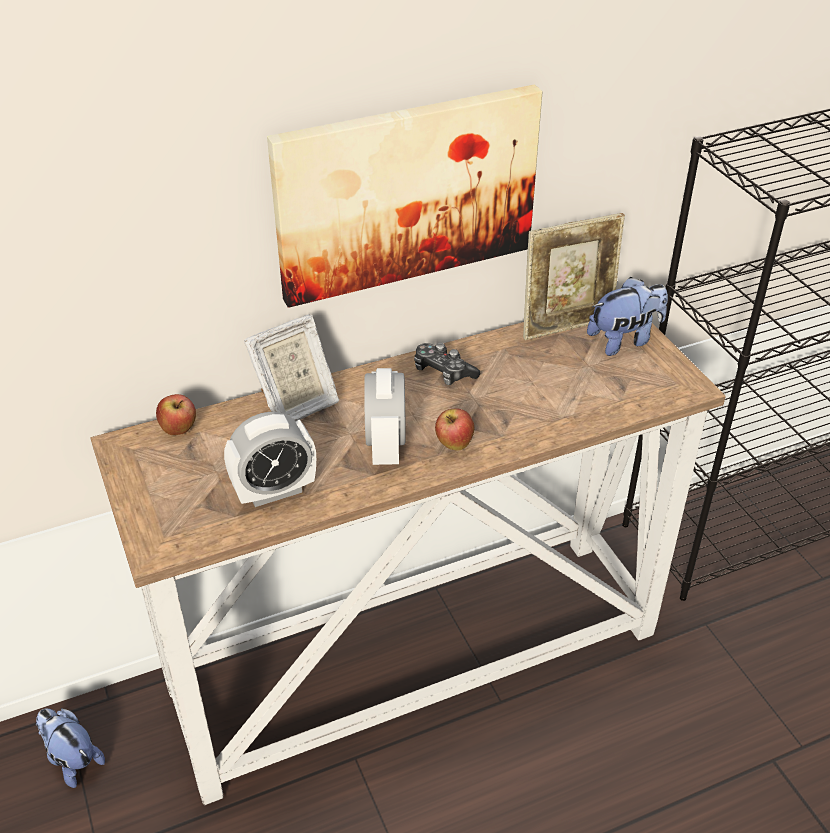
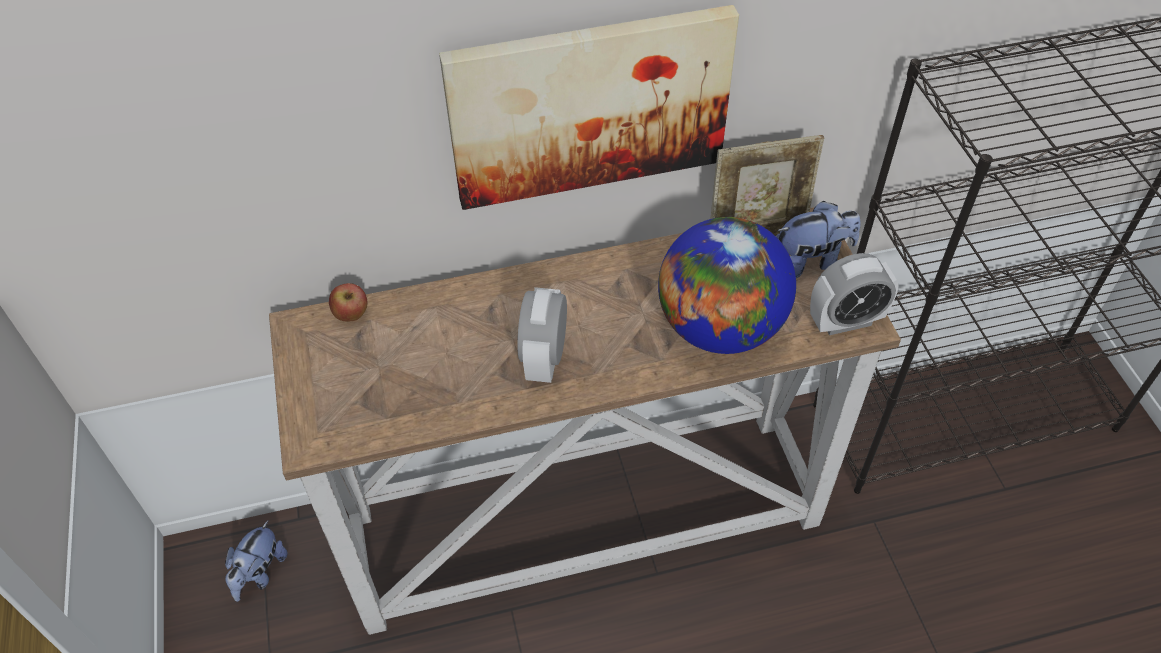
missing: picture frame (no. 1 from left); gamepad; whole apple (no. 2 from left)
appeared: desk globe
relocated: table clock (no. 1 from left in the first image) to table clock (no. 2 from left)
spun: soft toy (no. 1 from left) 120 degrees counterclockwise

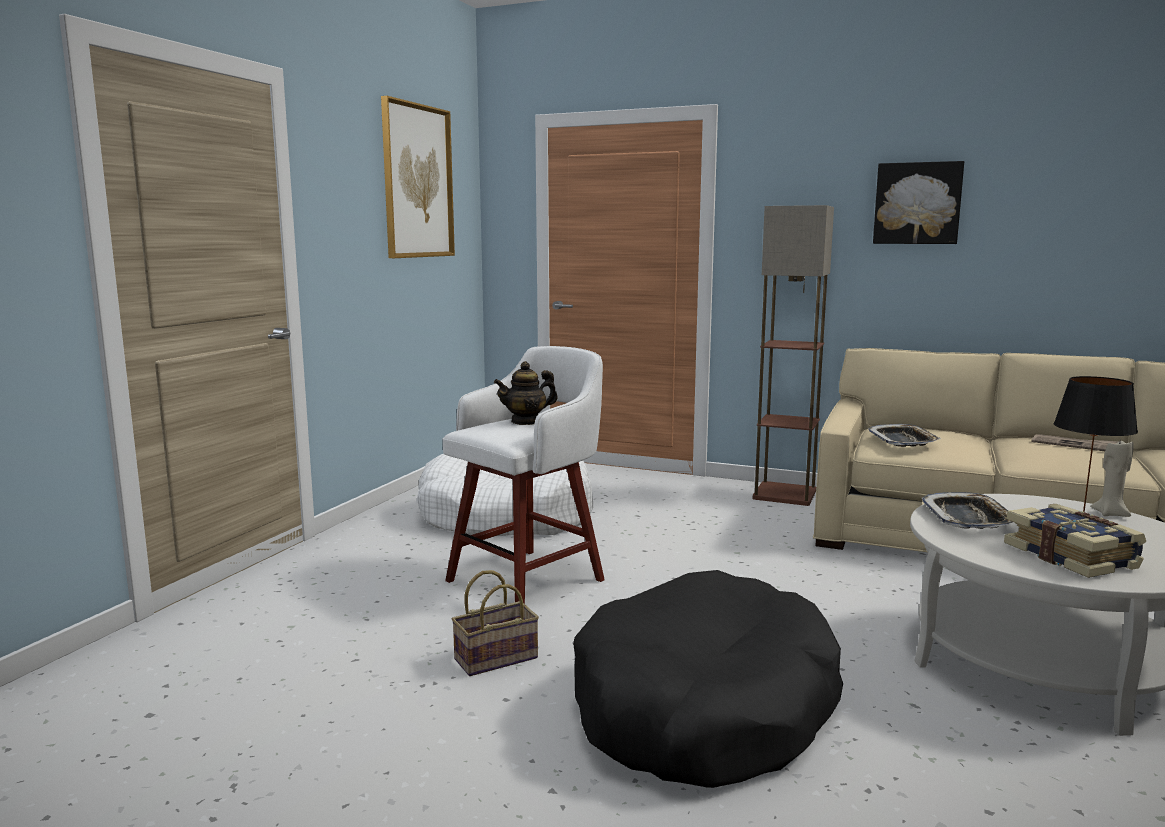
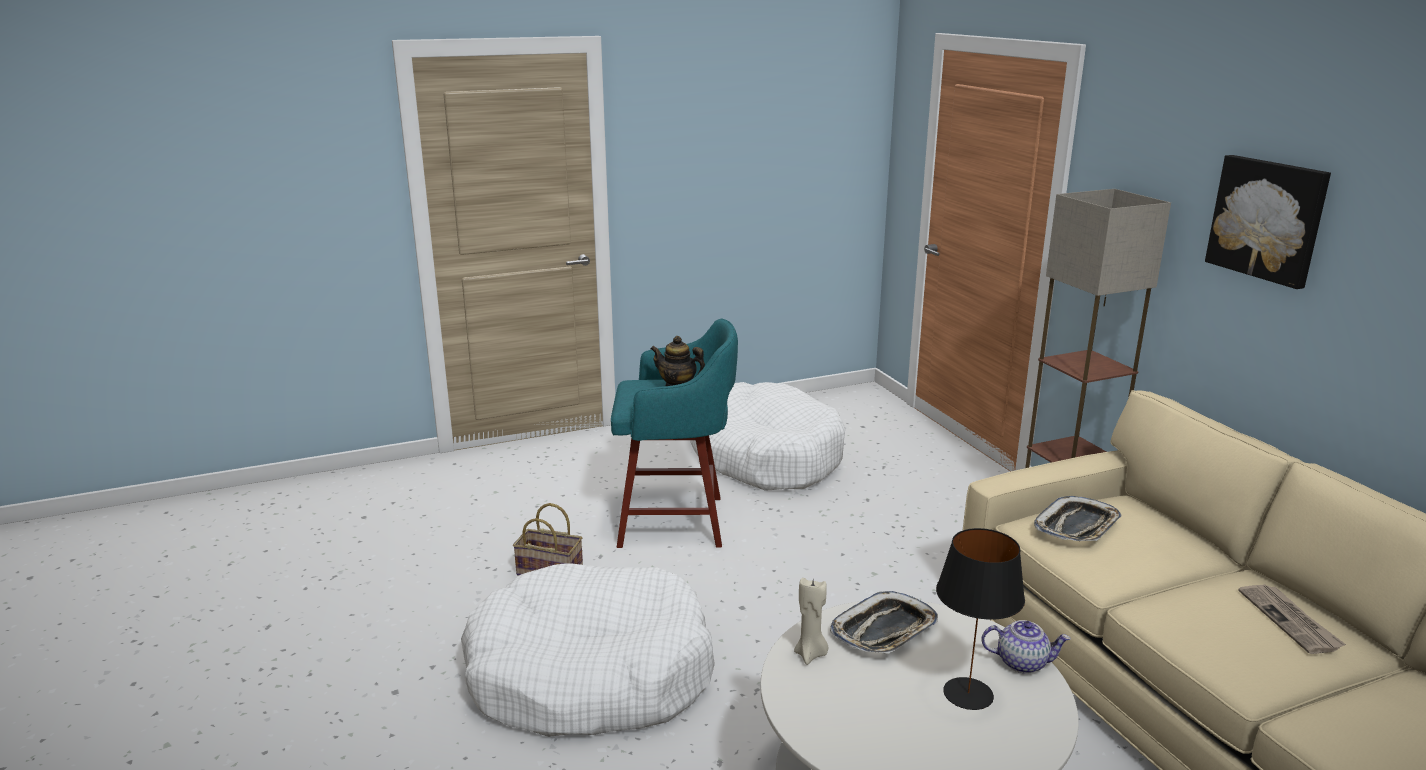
missing: picture (no. 1 from left); bound book
appeared: tea pot (no. 2 from left)
relocated: candle/beige
colour: stool/white to stool/turquoise-coloured; pet bed/black to pet bed/white (no. 1 from left)

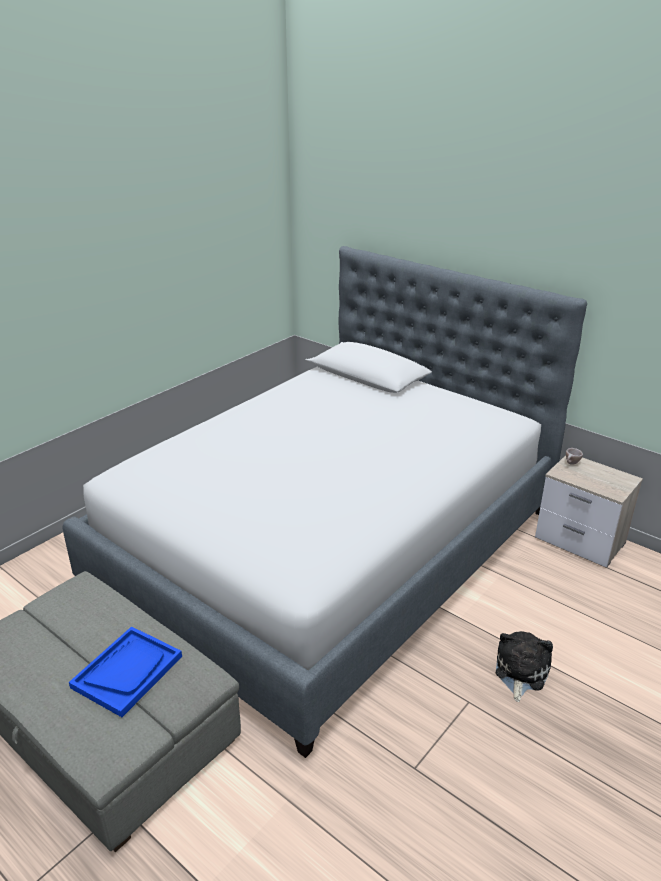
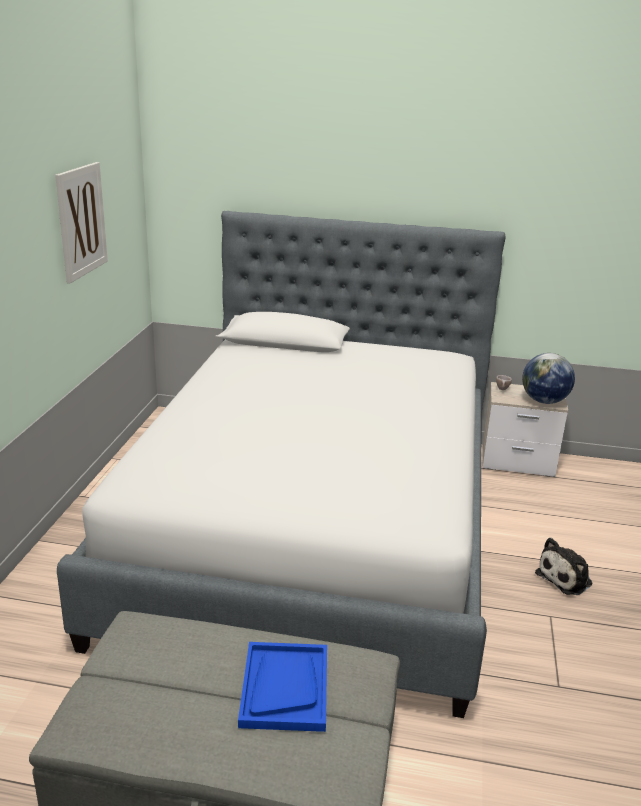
appeared: picture; desk globe
spun: soft toy 120 degrees counterclockwise

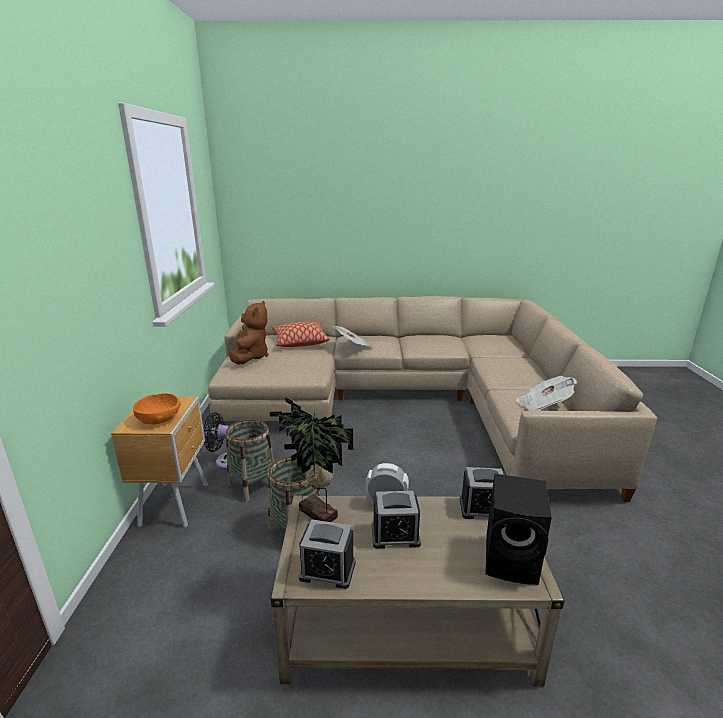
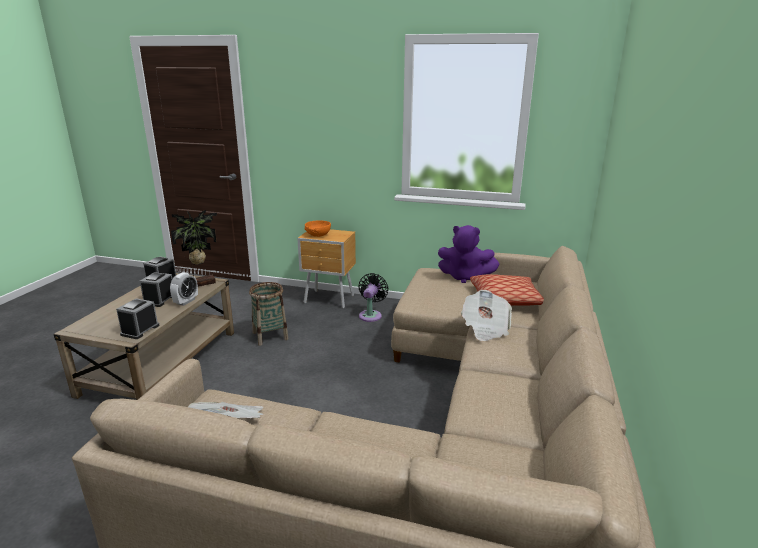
missing: household basket (no. 1 from left); loudspeaker/black
colour: soft toy/brownish to soft toy/purple-coloured

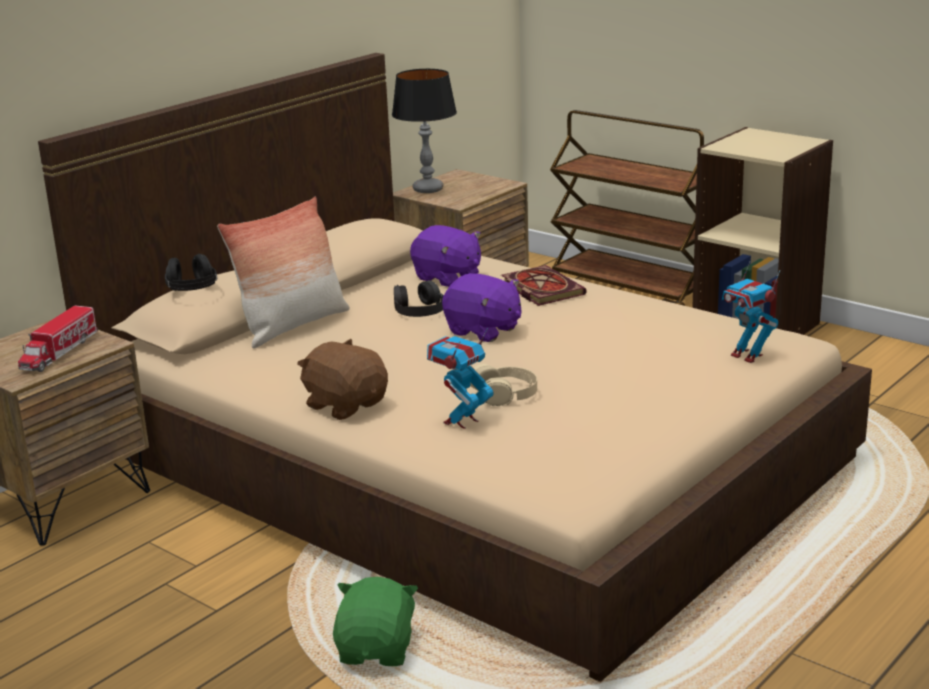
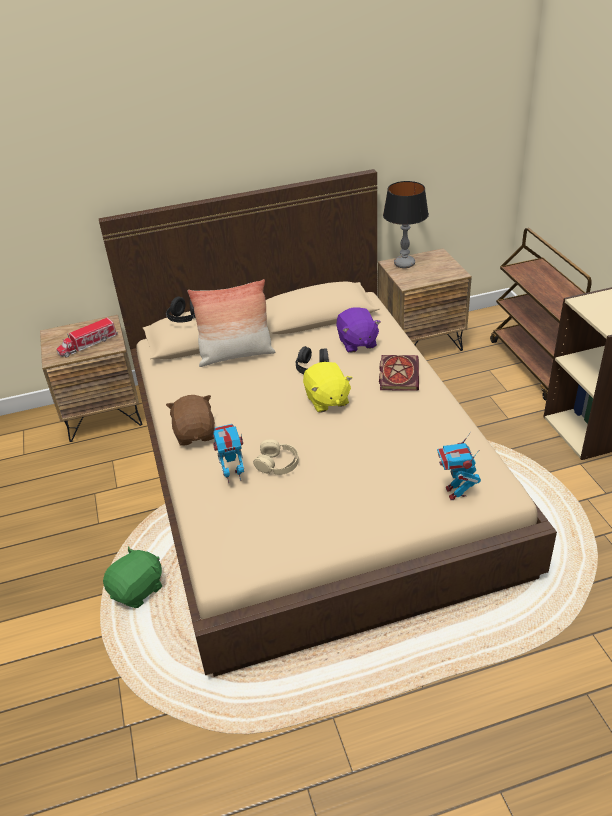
colour: soft toy/purple-coloured (no. 2 from left) to soft toy/yellow

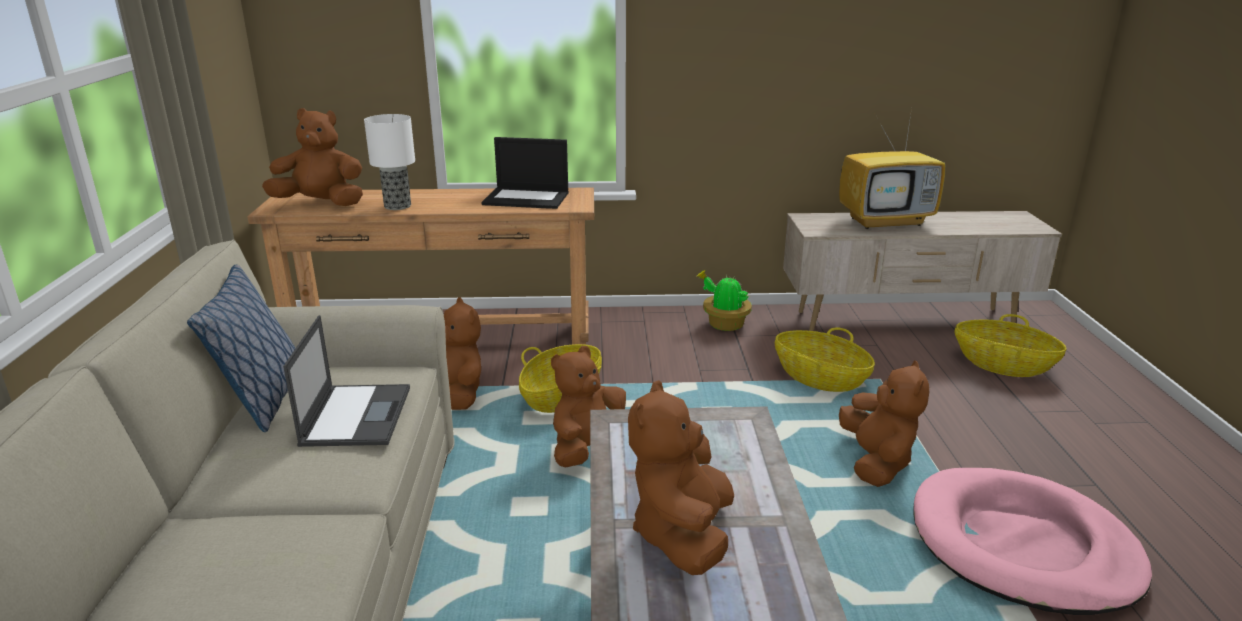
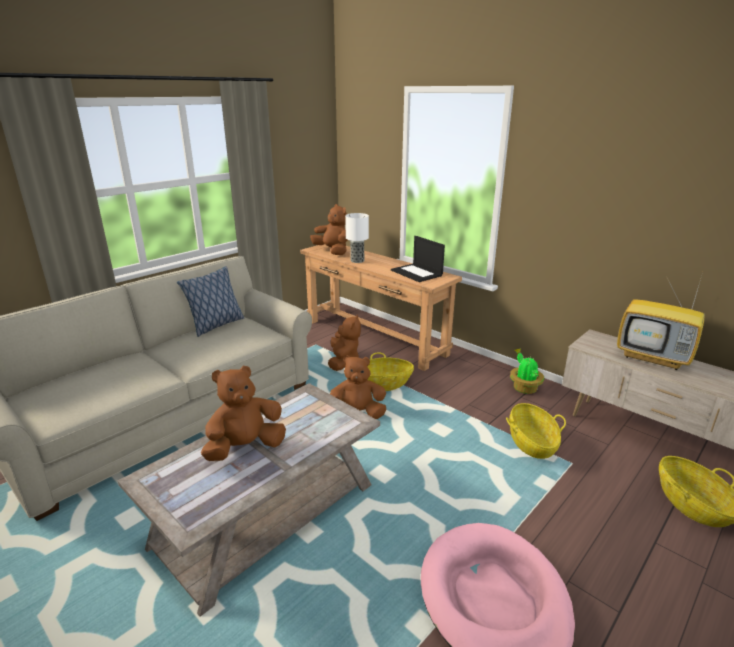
missing: laptop (no. 1 from left); soft toy/brownish (no. 5 from left)

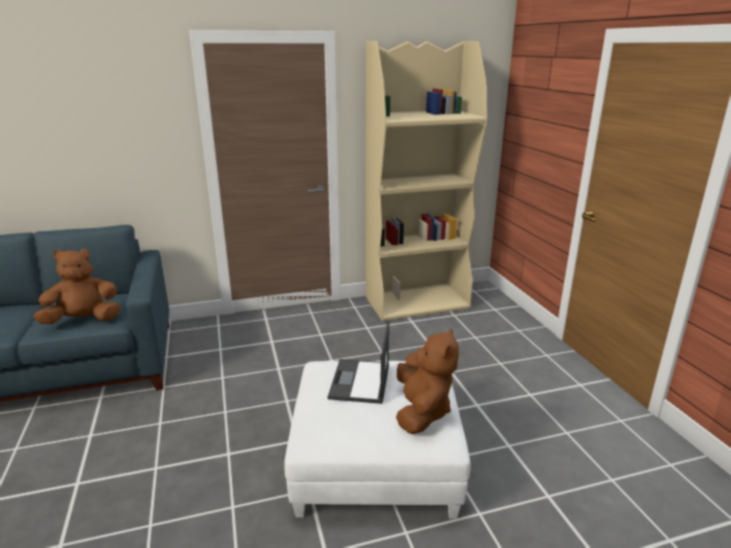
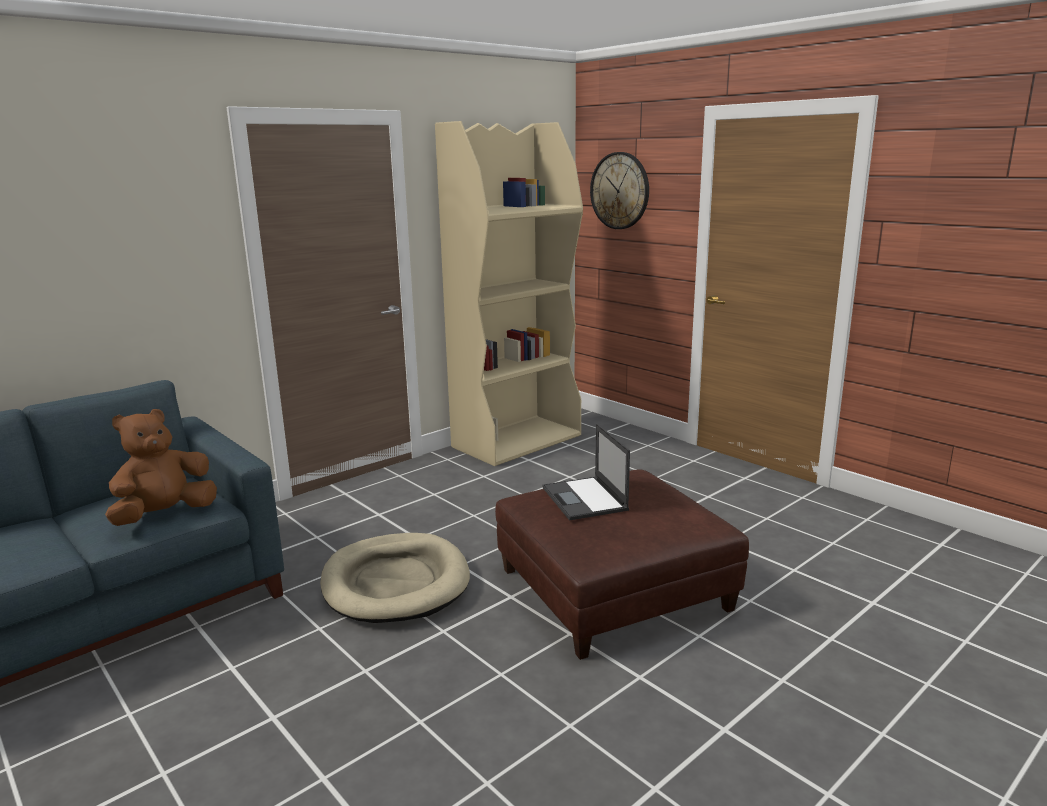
missing: soft toy/brownish (no. 2 from left)
appeared: wall clock; pet bed/beige
colour: ottoman/white to ottoman/brownish

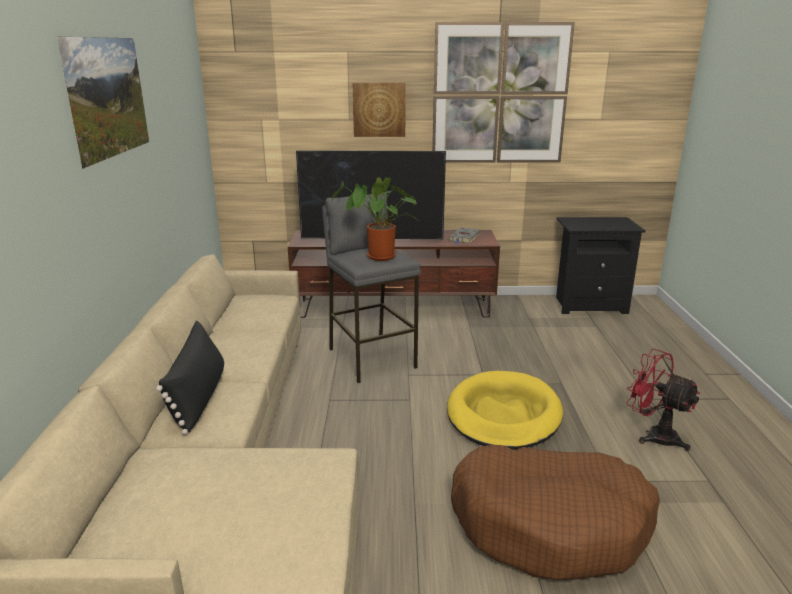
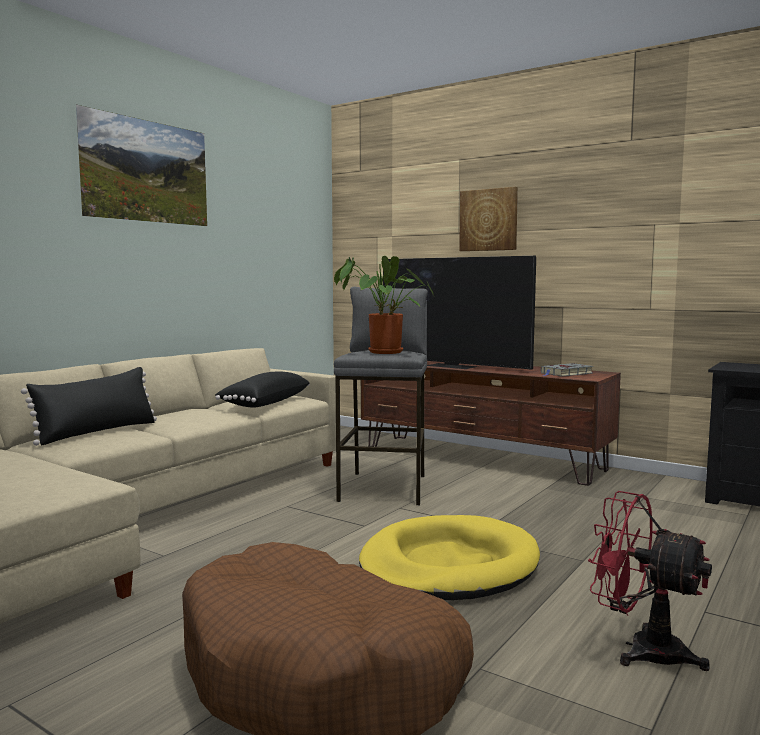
missing: picture (no. 3 from left)
appeared: cushion/black (no. 2 from left)
spun: electric fan/red-coloured 45 degrees counterclockwise

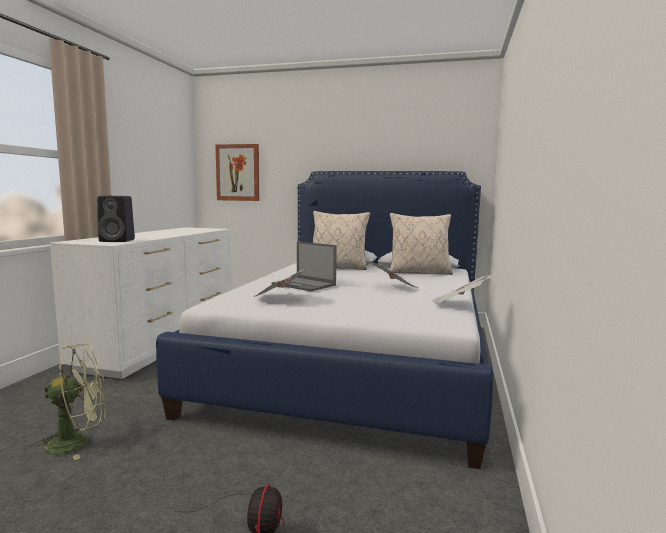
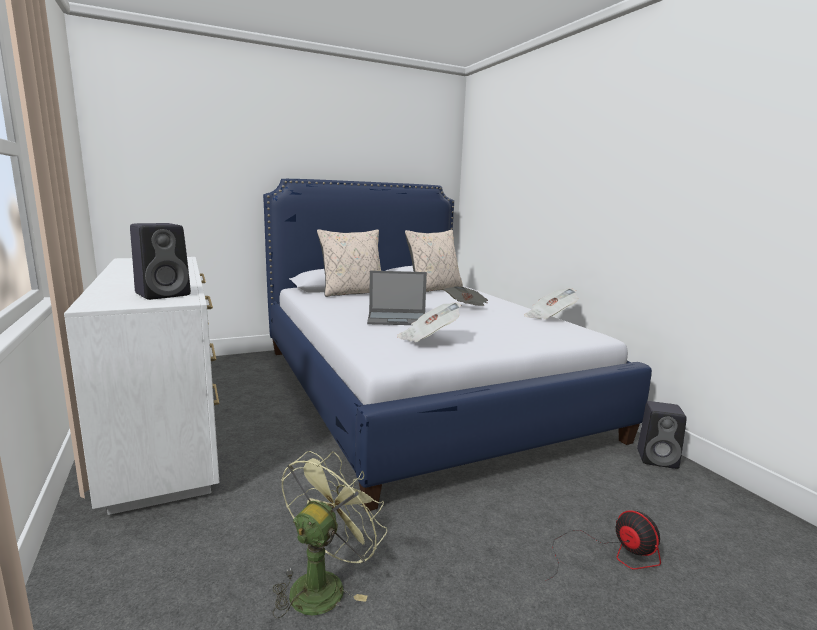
missing: picture
appeared: loudspeaker/black (no. 2 from left)

